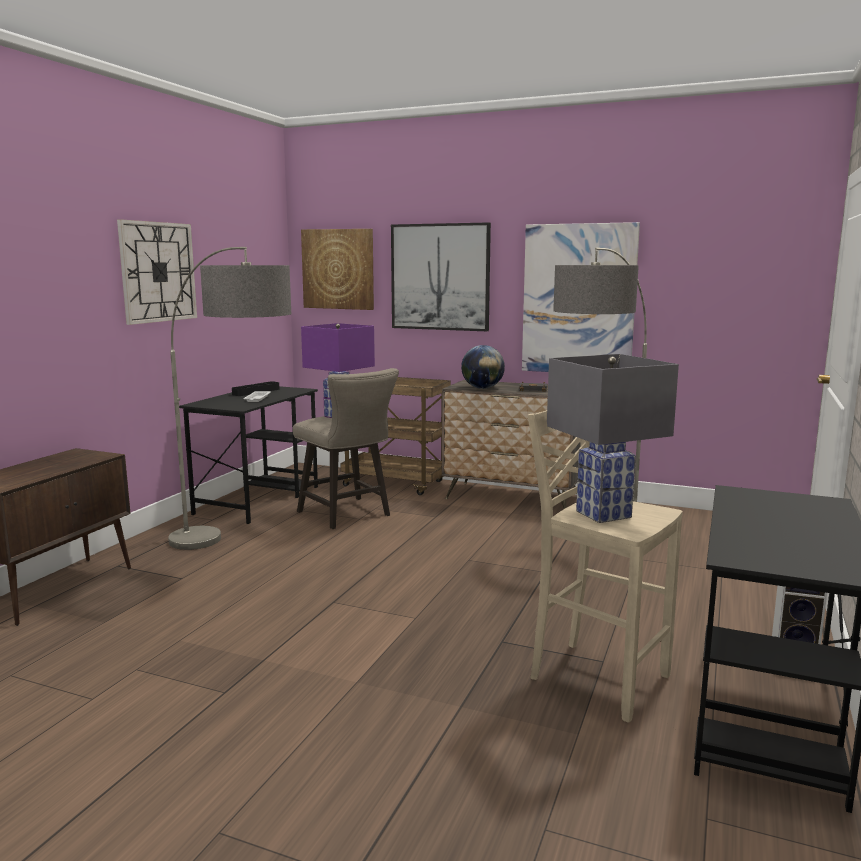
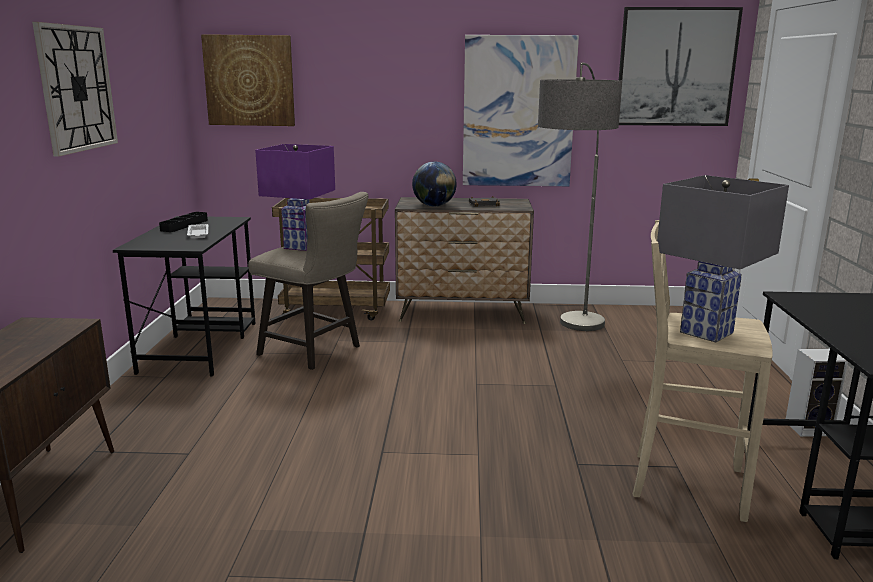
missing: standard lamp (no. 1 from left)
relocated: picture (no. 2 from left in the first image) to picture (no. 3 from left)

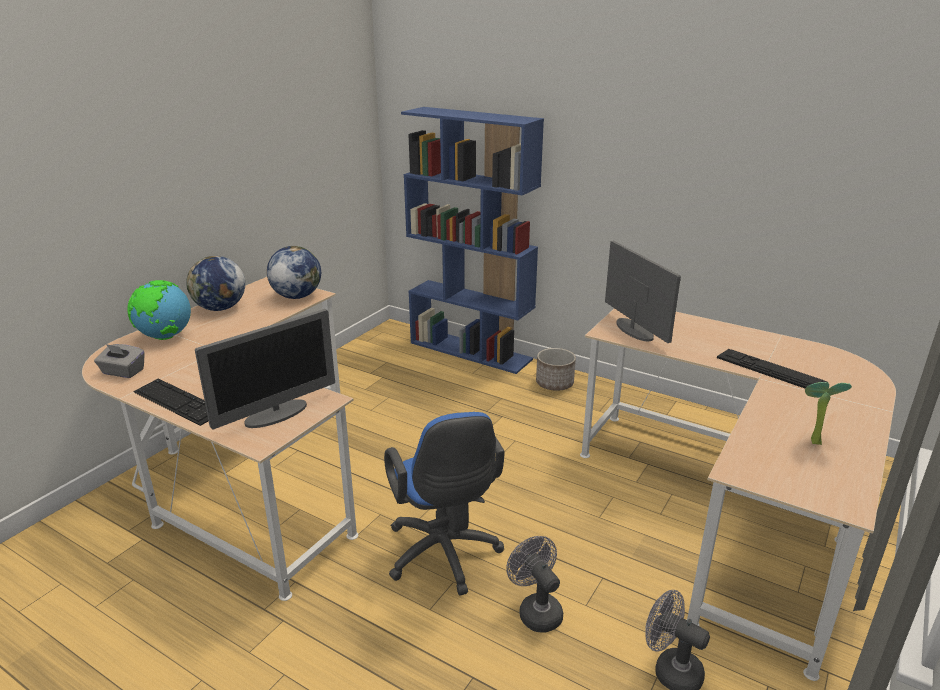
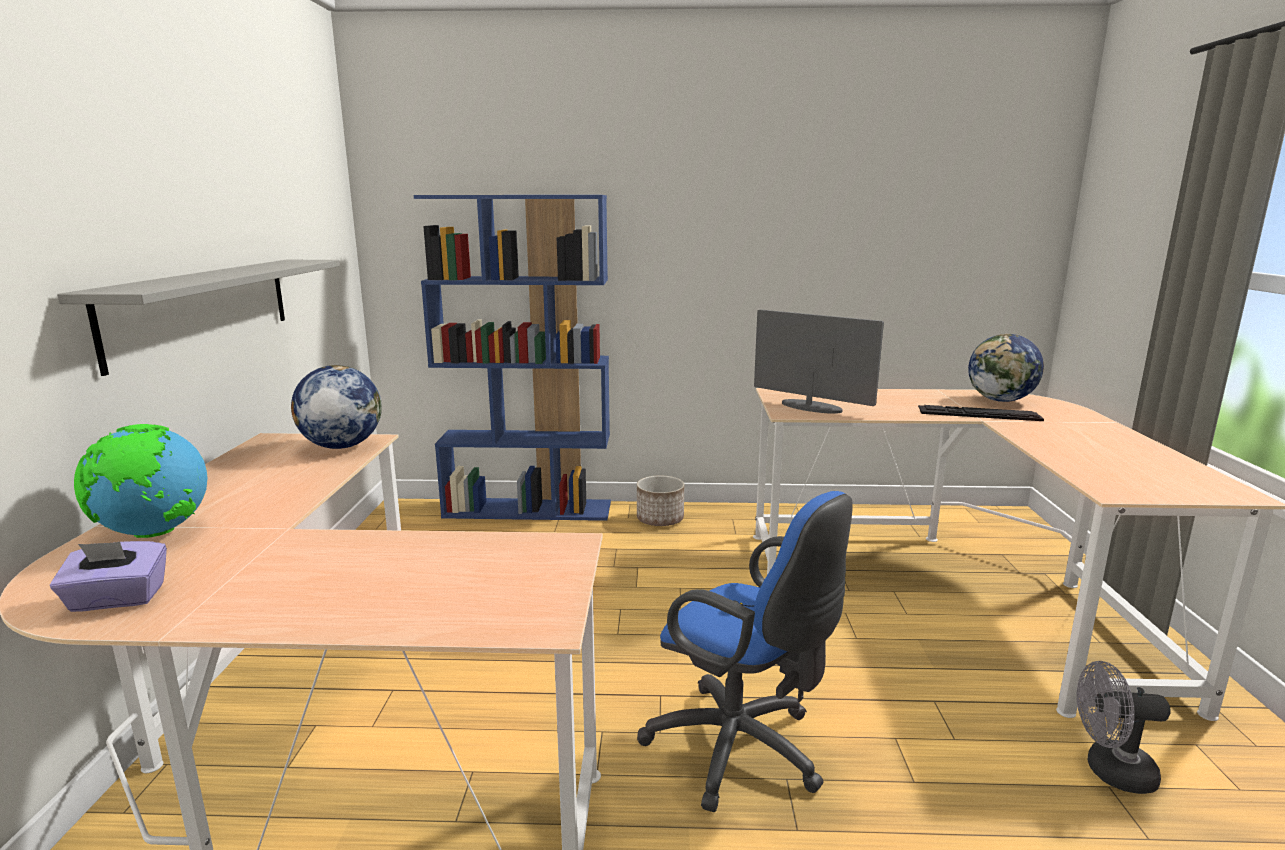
missing: computer screen (no. 1 from left); computer keyboard (no. 1 from left); potted plant; electric fan/grey (no. 1 from left)
appeared: wall shelf/grey
relocated: desk globe (no. 2 from left in the first image) to desk globe (no. 3 from left)
colour: tissue holder/grey to tissue holder/purple-coloured

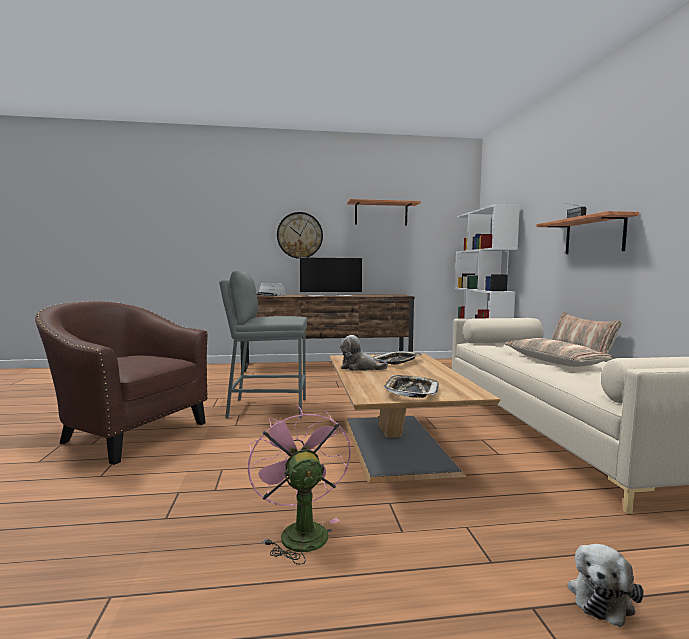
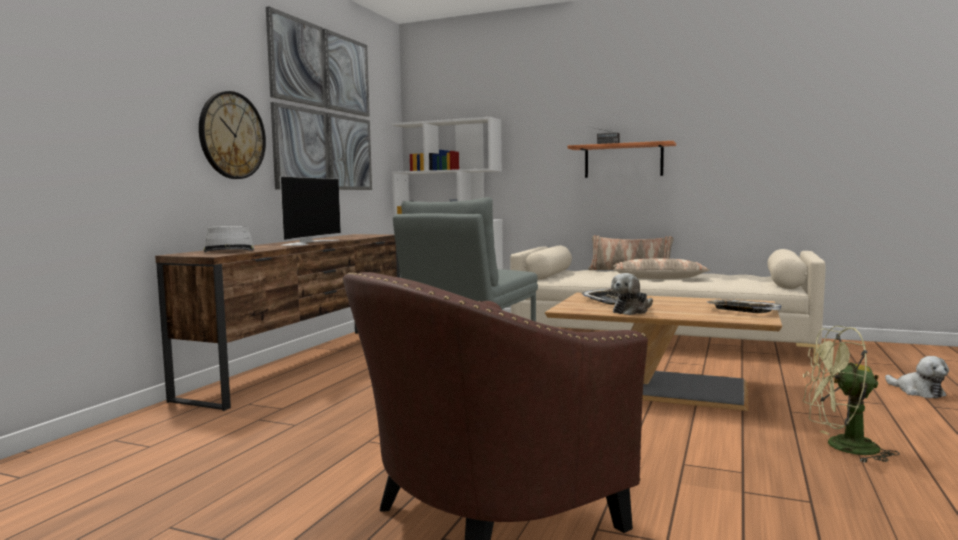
exchanged: wall shelf (no. 1 from left) to picture
colour: electric fan/pink-coloured to electric fan/greenish

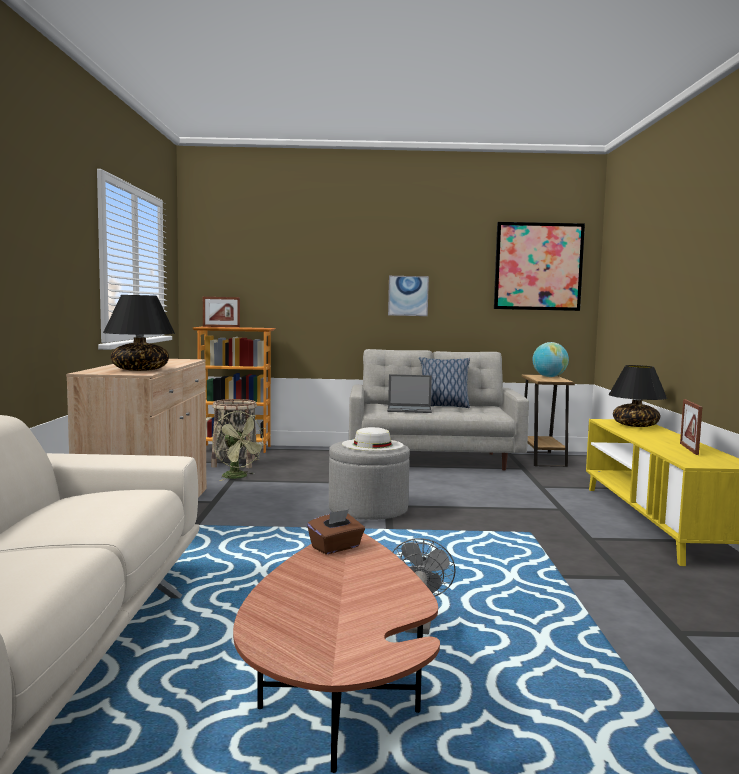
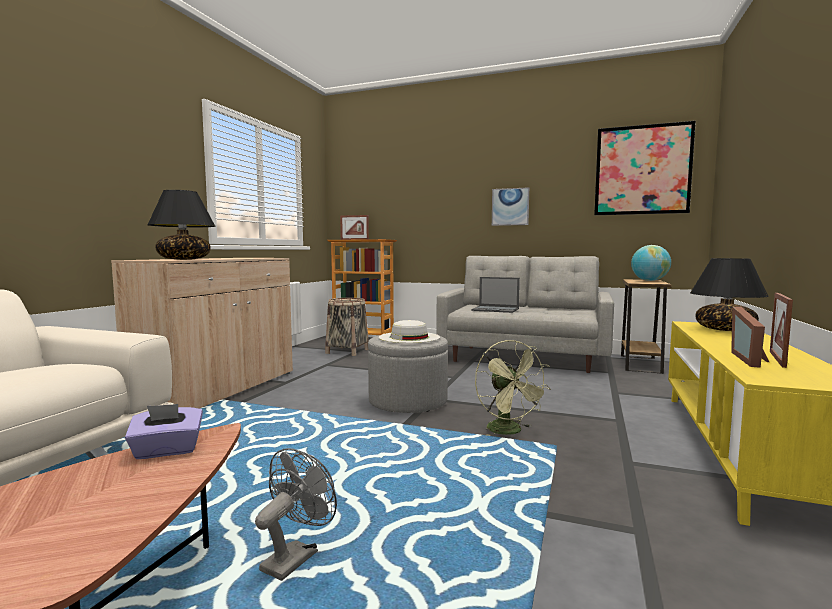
missing: cushion
appeared: picture frame (no. 2 from left)
relocated: electric fan/greenish
colour: tissue holder/brownish to tissue holder/purple-coloured

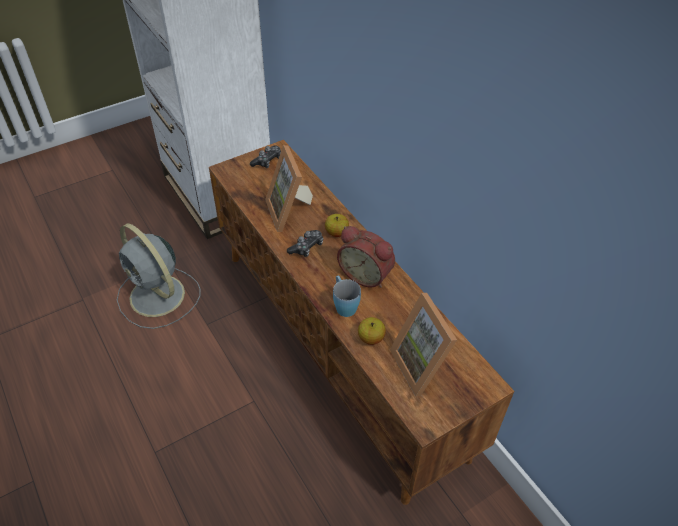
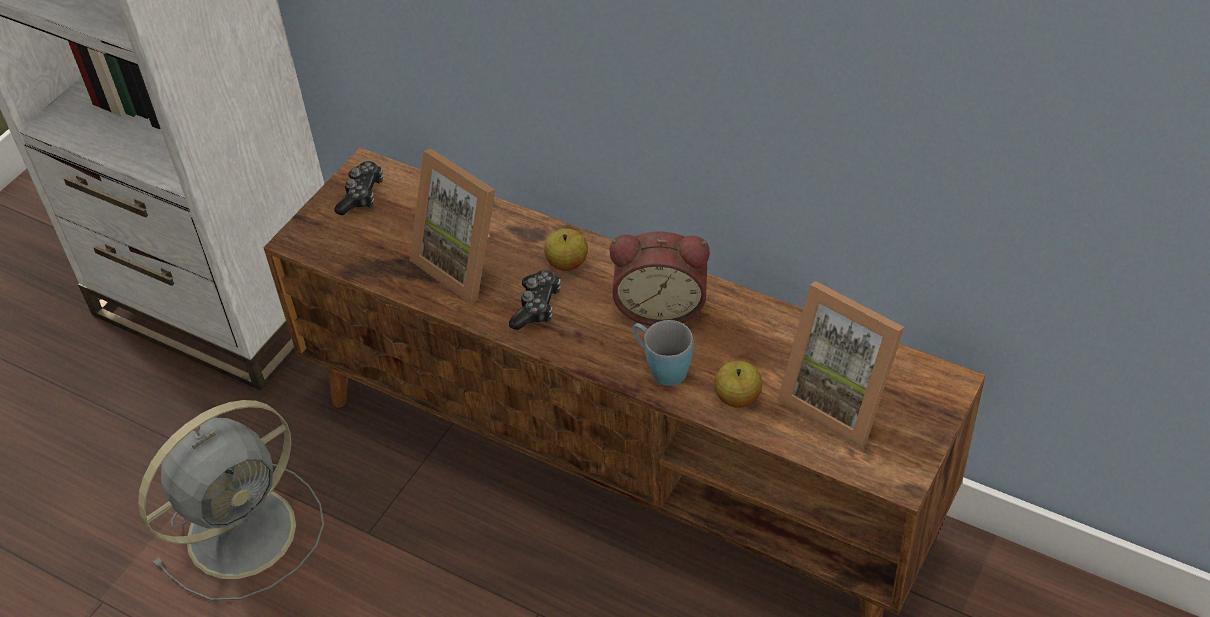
spun: electric fan/grey 60 degrees counterclockwise

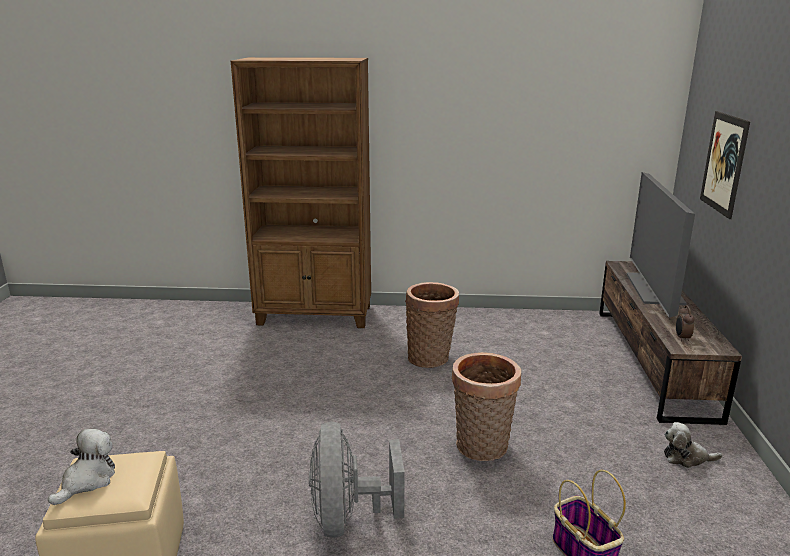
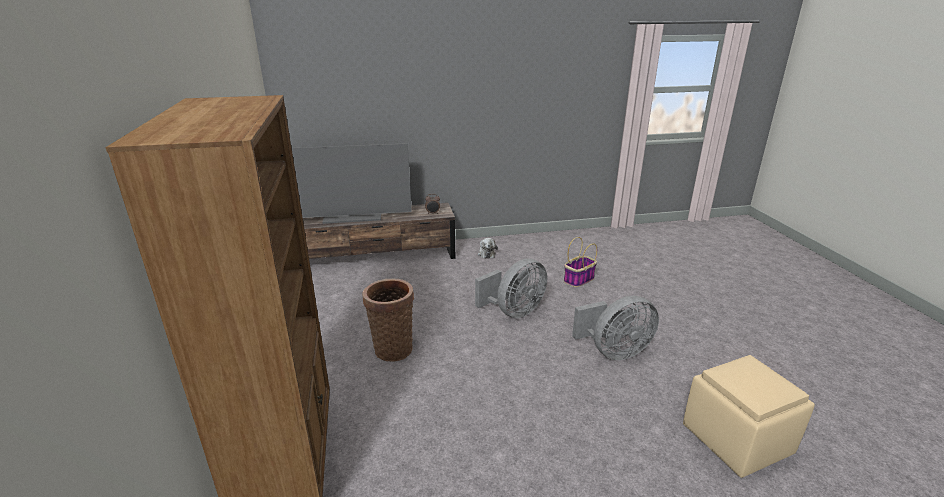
missing: picture; soft toy (no. 1 from left)
exchanged: household basket (no. 2 from left) to electric fan/grey (no. 1 from left)

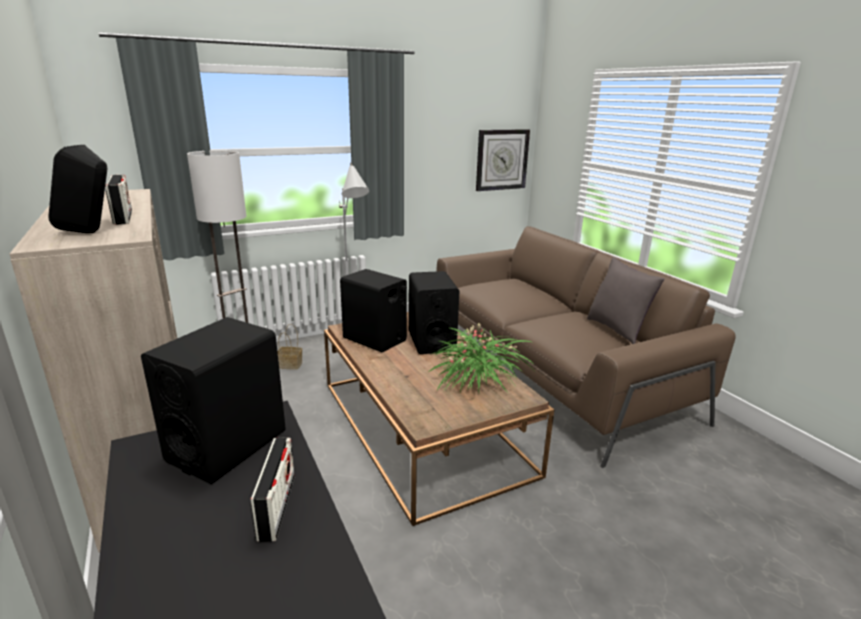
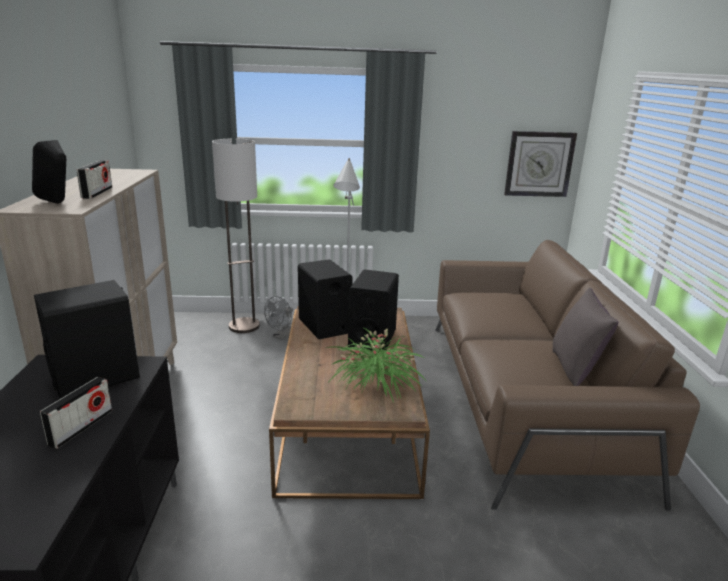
exchanged: household basket to electric fan/grey

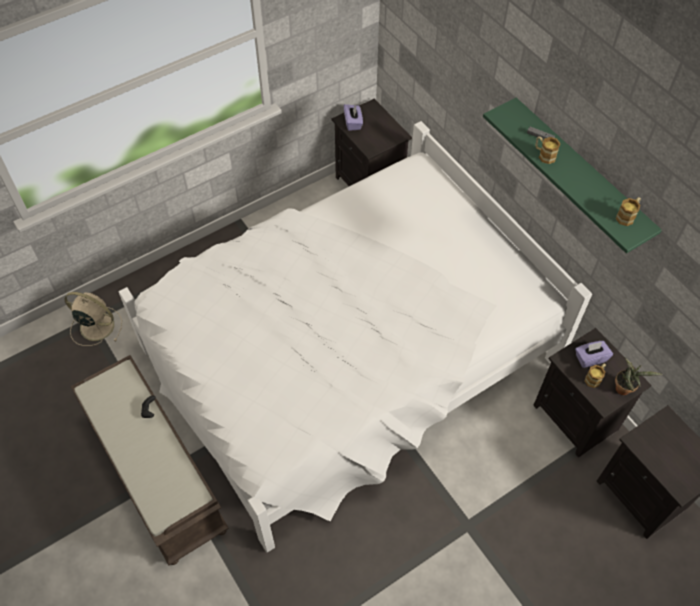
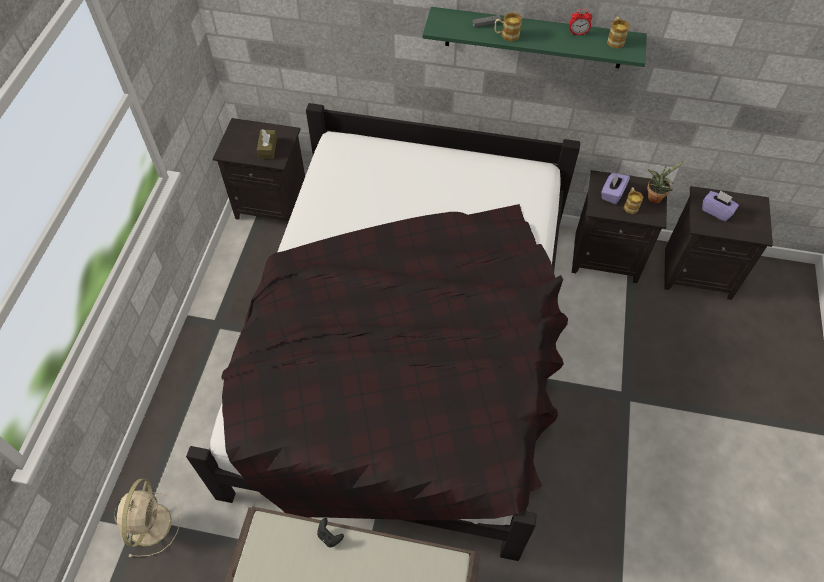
appeared: table clock; tissue holder/brownish
relocated: tissue holder/purple-coloured (no. 1 from left in the first image) to tissue holder/purple-coloured (no. 2 from left)
colour: sleeping bed/white to sleeping bed/black
spun: electric fan/beige 120 degrees clockwise

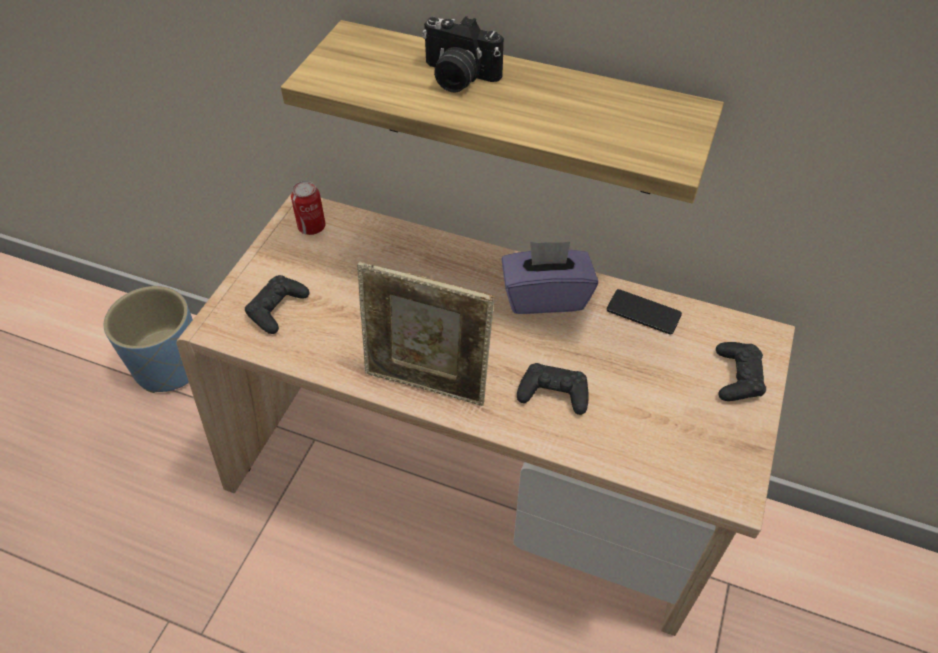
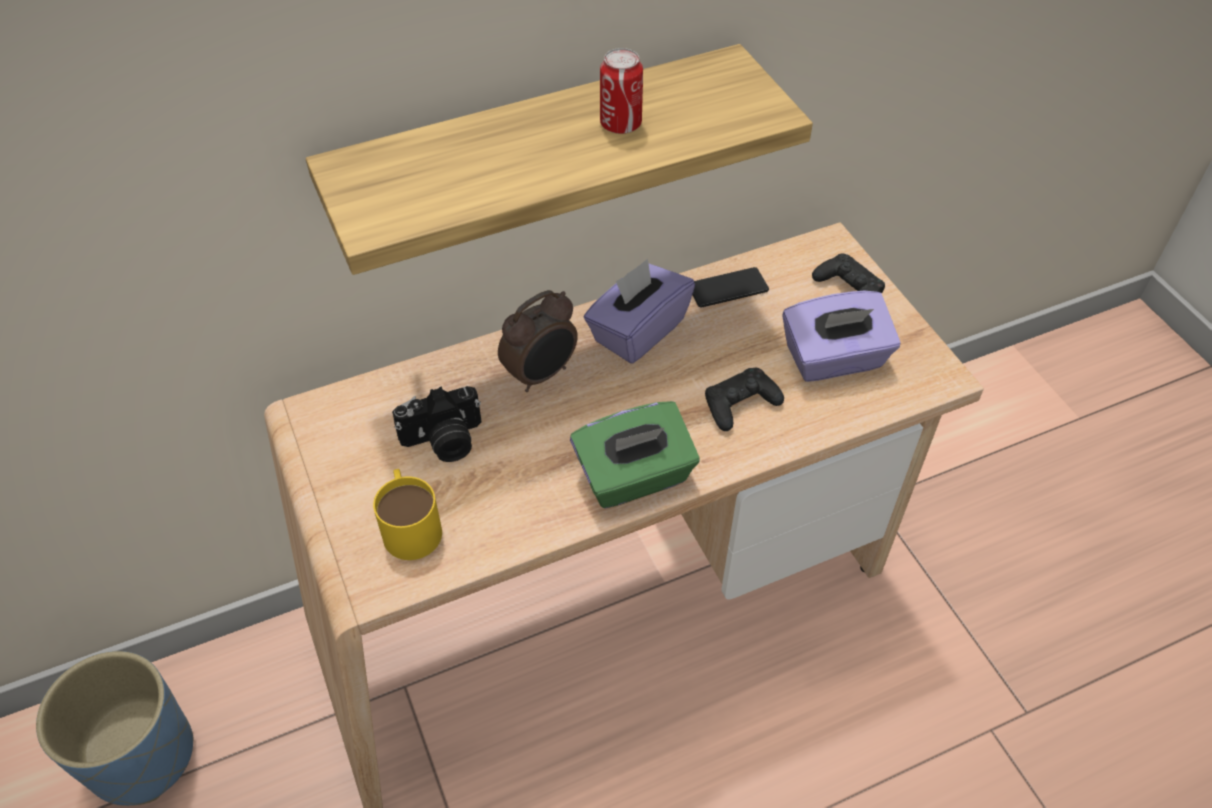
appeared: table clock; tissue holder/purple-coloured (no. 2 from left)
relocated: still camera; can
exchanged: picture frame to tissue holder/greenish; gamepad/black (no. 1 from left) to coffee mug/yellow

